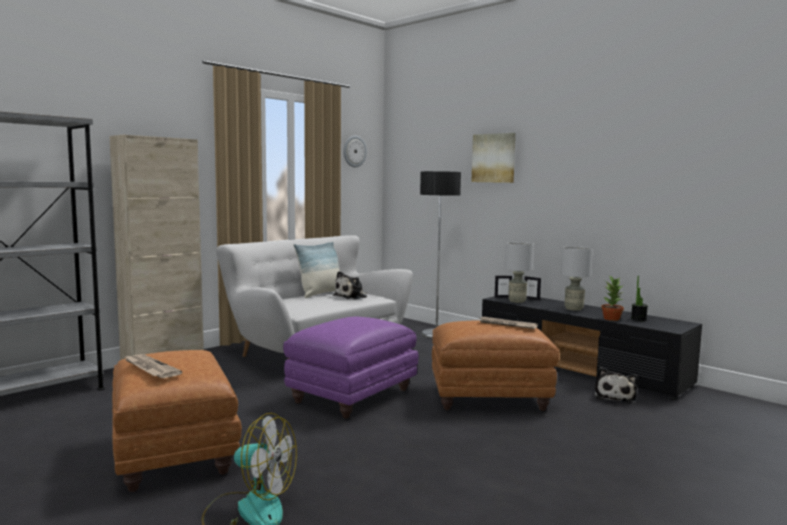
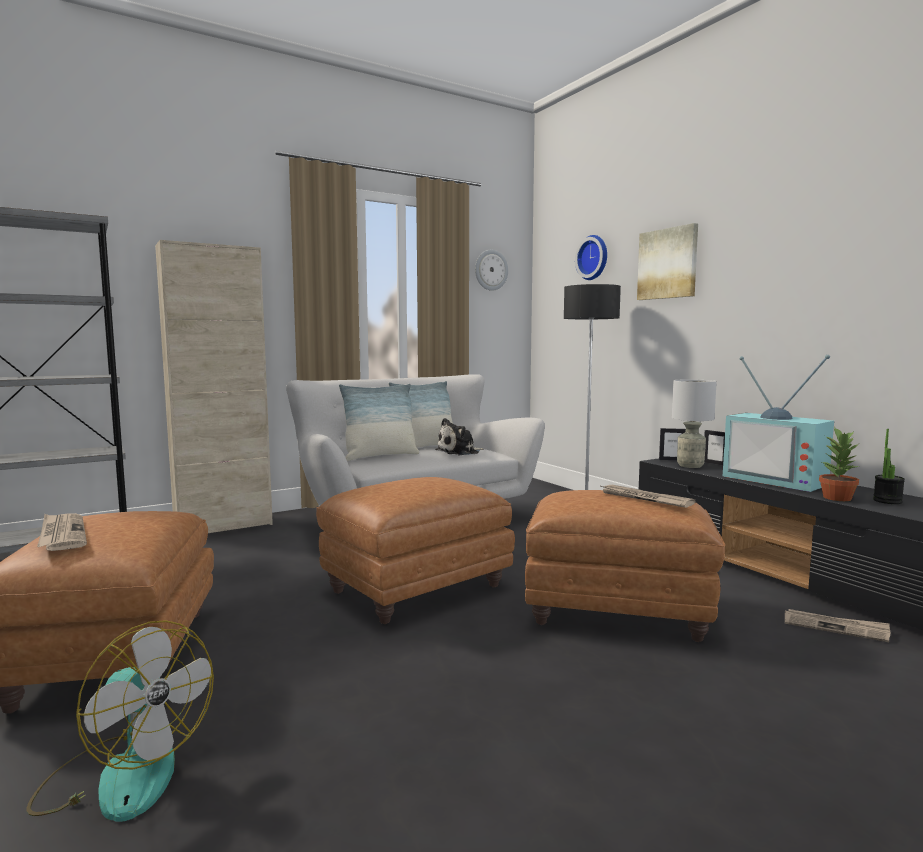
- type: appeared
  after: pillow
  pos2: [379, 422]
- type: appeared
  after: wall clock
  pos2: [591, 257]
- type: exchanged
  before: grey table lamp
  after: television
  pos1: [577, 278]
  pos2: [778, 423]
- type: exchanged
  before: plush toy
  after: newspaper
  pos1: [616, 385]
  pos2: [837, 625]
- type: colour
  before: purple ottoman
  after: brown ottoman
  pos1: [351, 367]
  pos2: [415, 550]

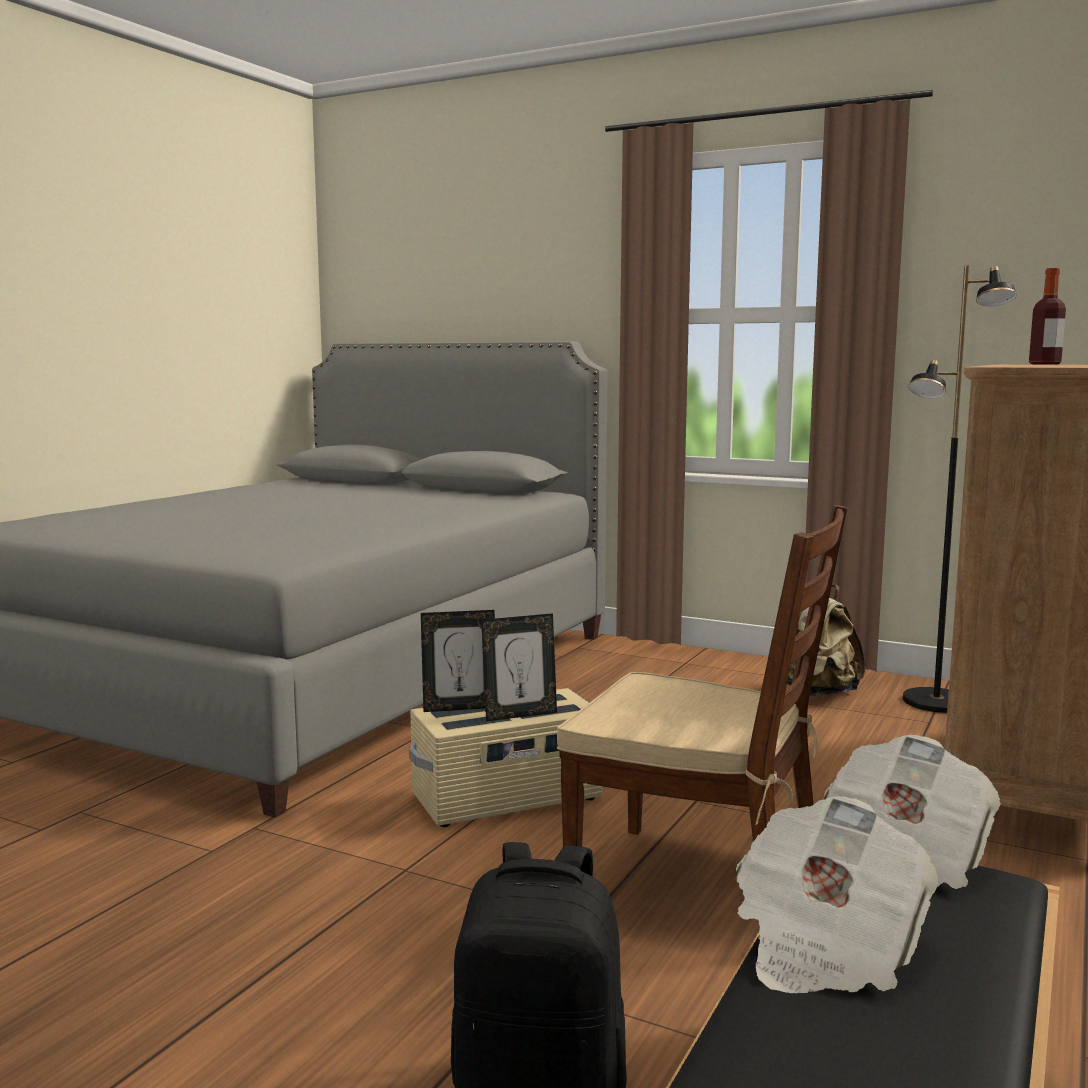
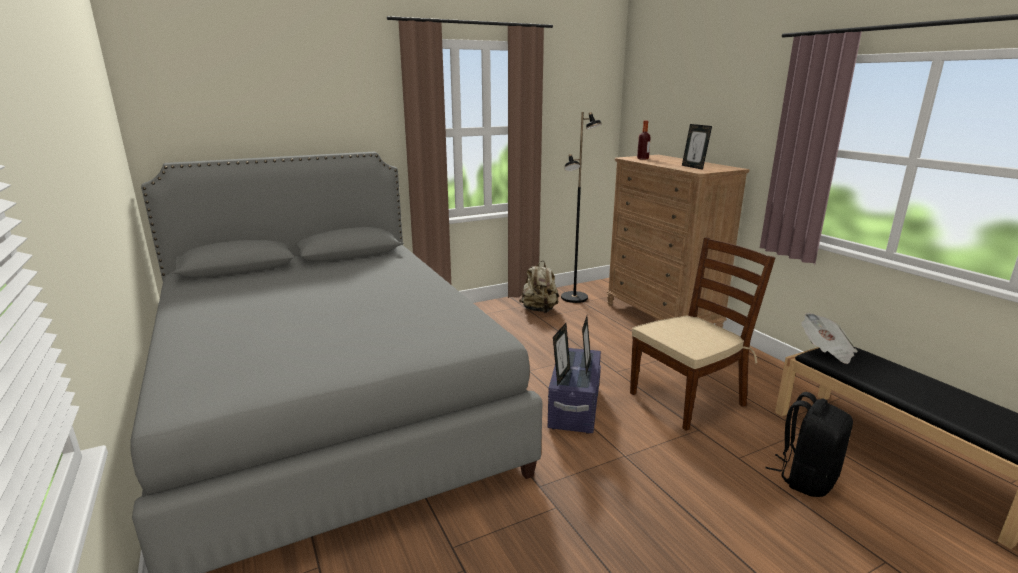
- type: missing
  before: newspaper
  pos1: [837, 894]
- type: appeared
  after: picture frame
  pos2: [697, 147]
- type: colour
  before: beige storage box
  after: purple storage box
  pos1: [506, 757]
  pos2: [574, 391]

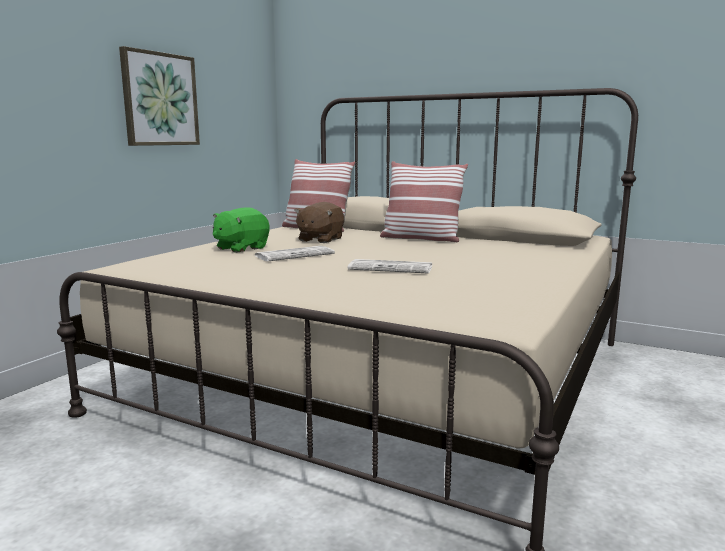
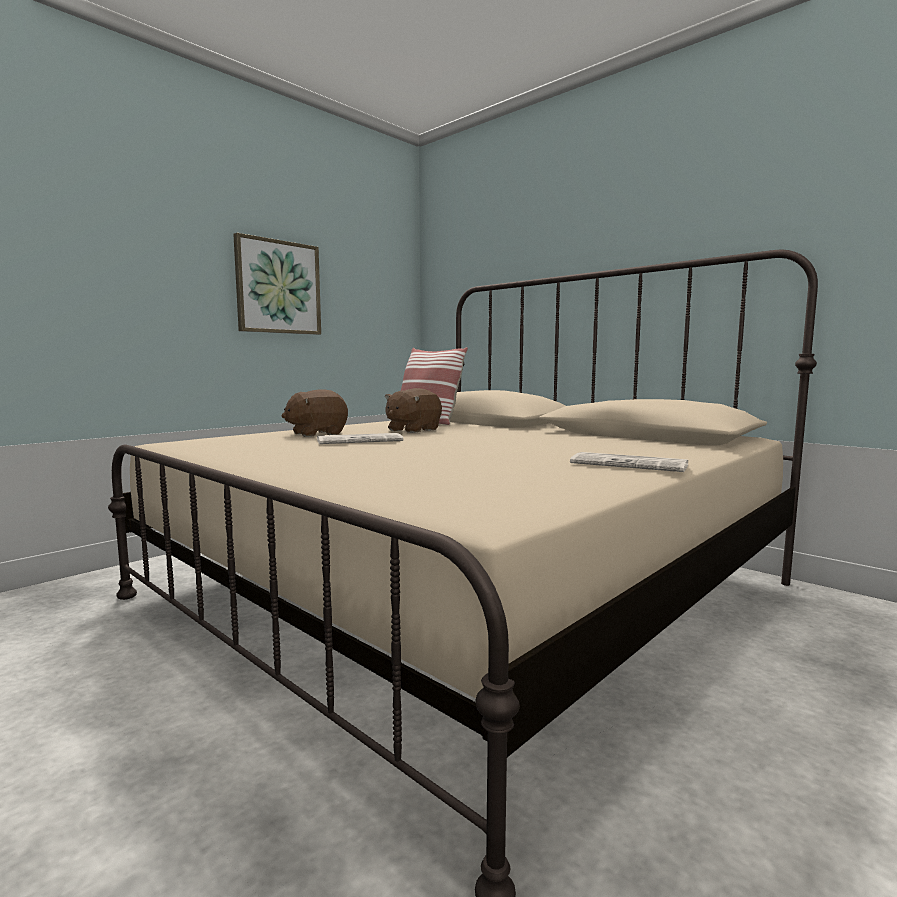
- type: missing
  before: pillow
  pos1: [424, 201]
- type: relocated
  before: newspaper
  pos1: [390, 266]
  pos2: [629, 462]
- type: colour
  before: green plush toy
  after: brown plush toy
  pos1: [241, 230]
  pos2: [315, 413]

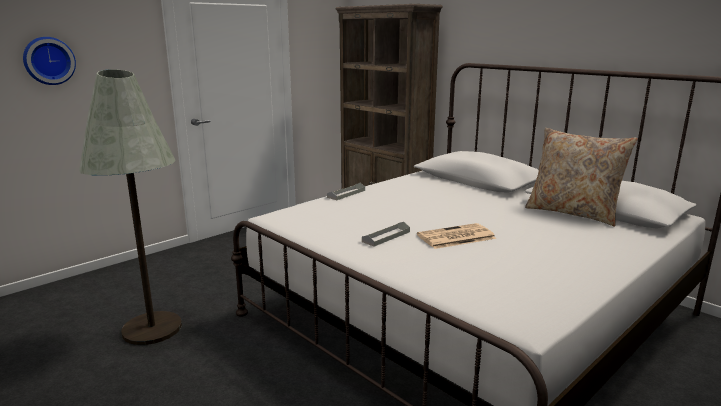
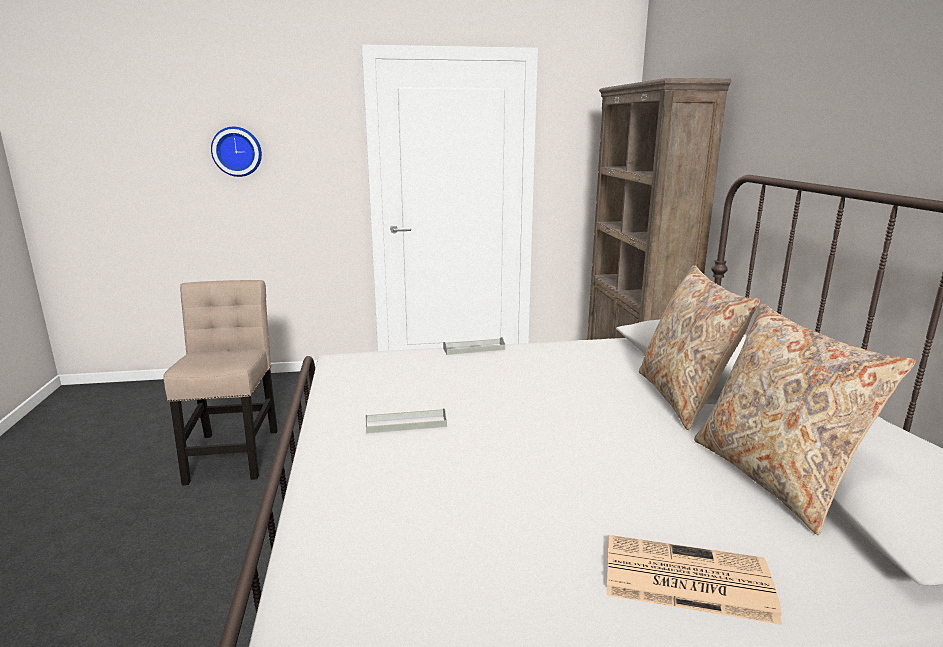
- type: appeared
  after: beige pillow
  pos2: [699, 347]
- type: relocated
  before: newspaper
  pos1: [456, 236]
  pos2: [694, 580]
- type: exchanged
  before: grey floor lamp
  after: beige chair
  pos1: [130, 207]
  pos2: [220, 382]

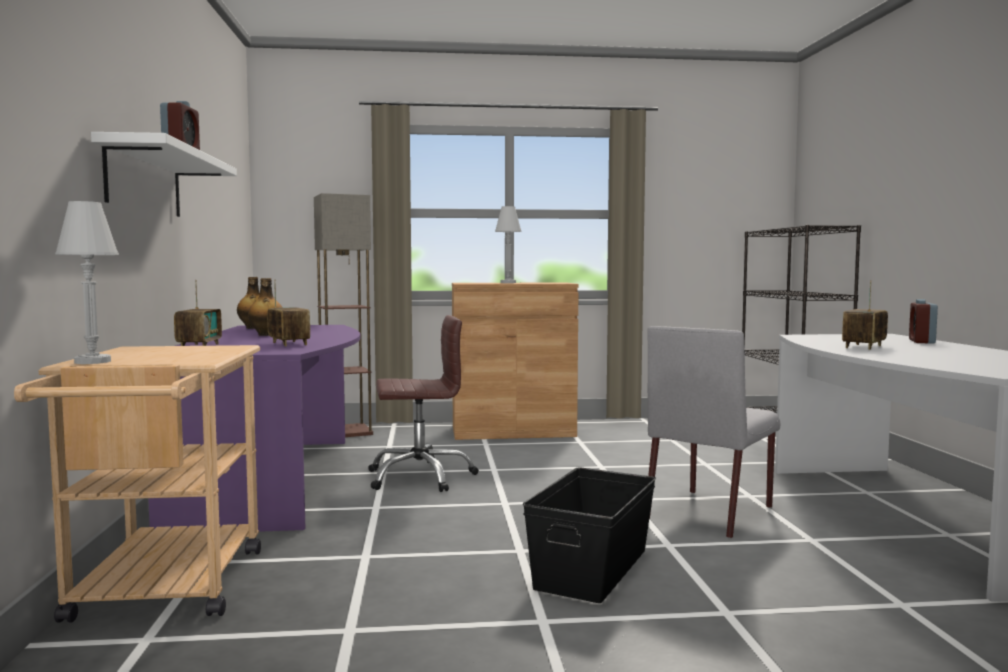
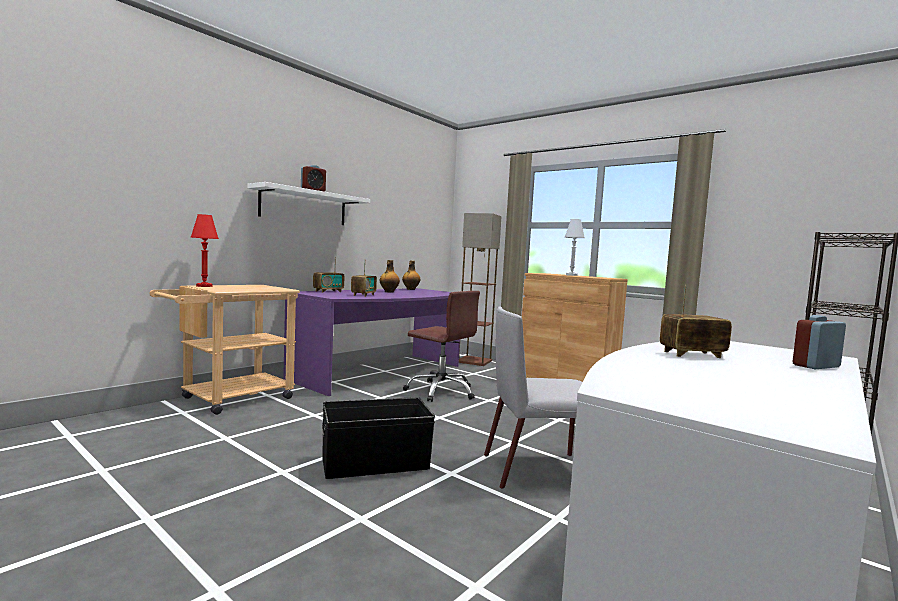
- type: colour
  before: white table lamp
  after: red table lamp
  pos1: [87, 282]
  pos2: [205, 250]

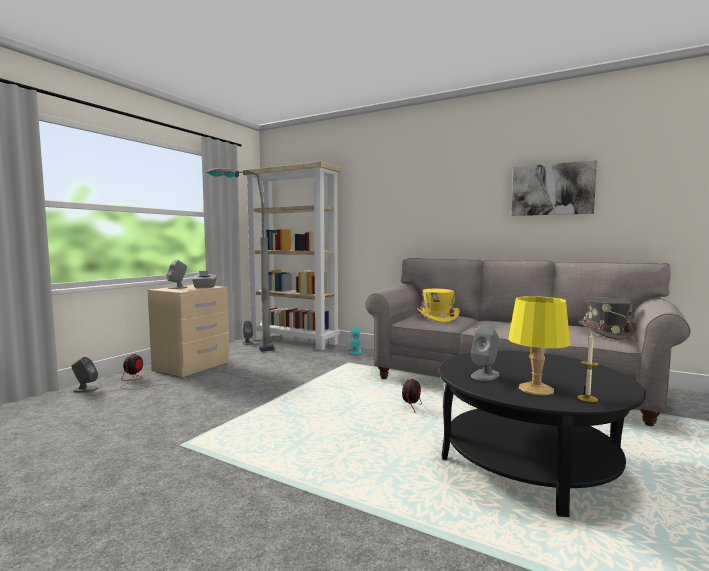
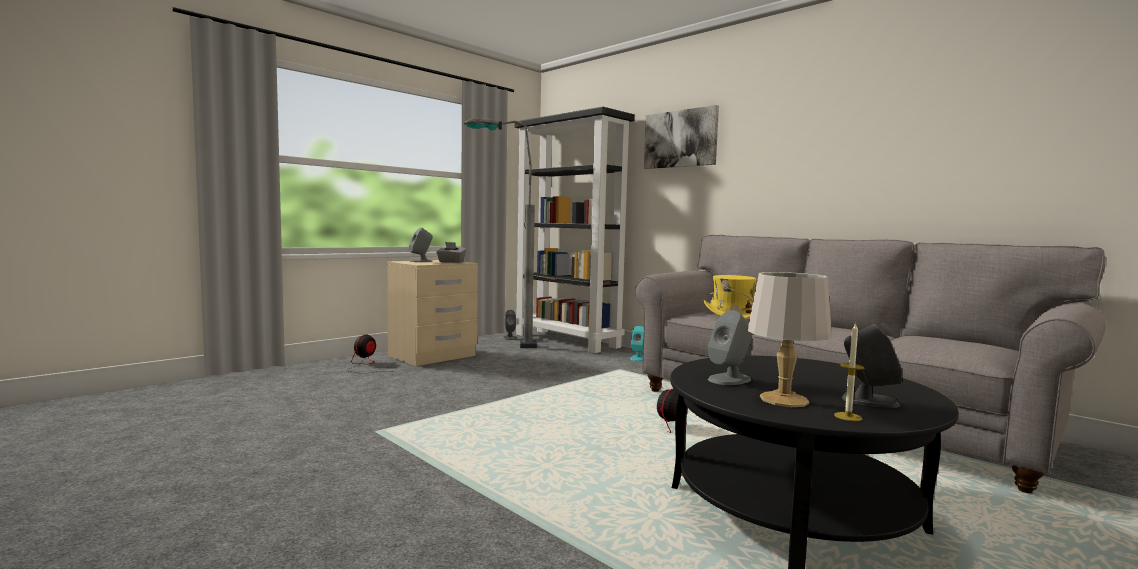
- type: missing
  before: grey hat
  pos1: [608, 319]
- type: relocated
  before: grey speaker
  pos1: [84, 374]
  pos2: [872, 366]
- type: relocated
  before: picture
  pos1: [554, 188]
  pos2: [681, 137]
- type: colour
  before: beige bookcase
  after: black bookcase
  pos1: [292, 255]
  pos2: [575, 230]
- type: colour
  before: yellow table lamp
  after: grey table lamp
  pos1: [539, 345]
  pos2: [790, 339]

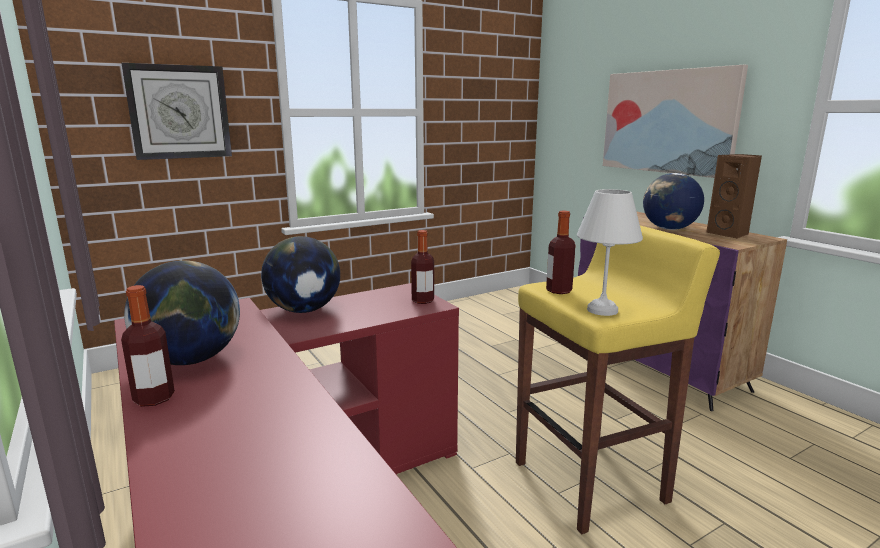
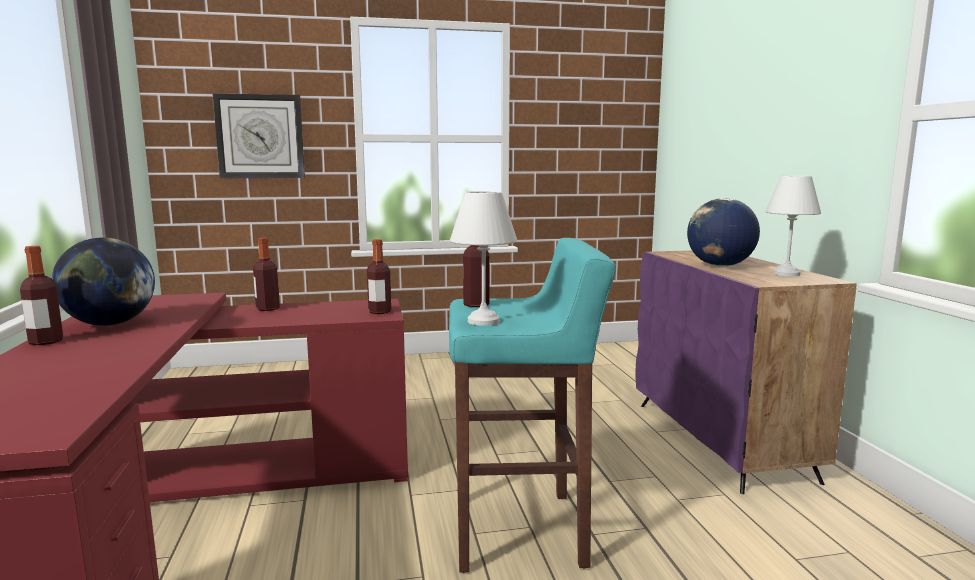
- type: missing
  before: picture
  pos1: [675, 121]
- type: exchanged
  before: globe
  after: bottle
  pos1: [300, 274]
  pos2: [266, 274]
- type: exchanged
  before: brown speaker
  after: white table lamp
  pos1: [734, 196]
  pos2: [793, 226]
- type: colour
  before: yellow stool
  after: turquoise stool
  pos1: [618, 380]
  pos2: [532, 405]

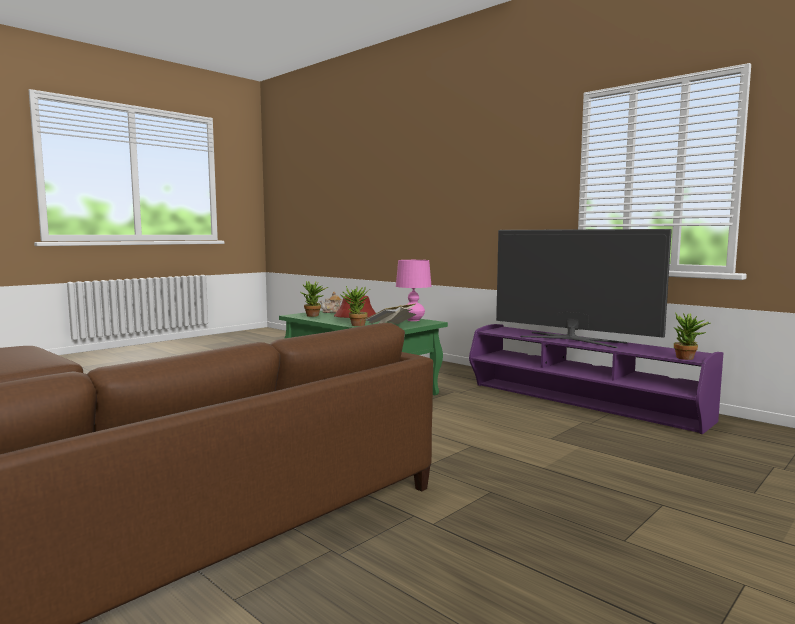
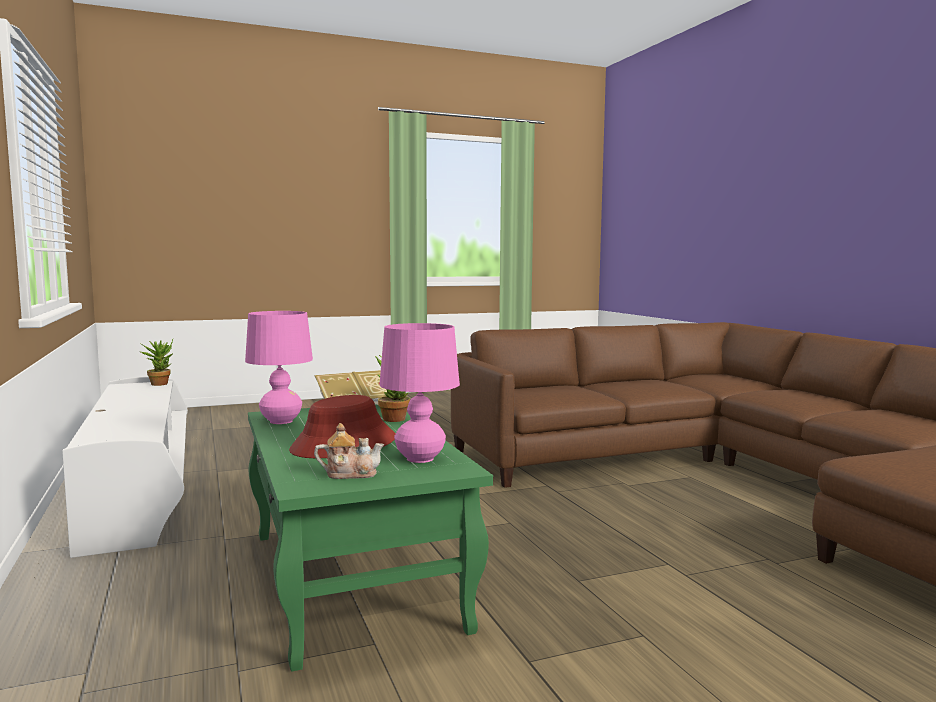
- type: missing
  before: television
  pos1: [584, 288]
- type: exchanged
  before: potted plant
  after: pink table lamp
  pos1: [314, 299]
  pos2: [419, 393]
- type: colour
  before: purple tv stand
  after: white tv stand
  pos1: [596, 379]
  pos2: [125, 467]

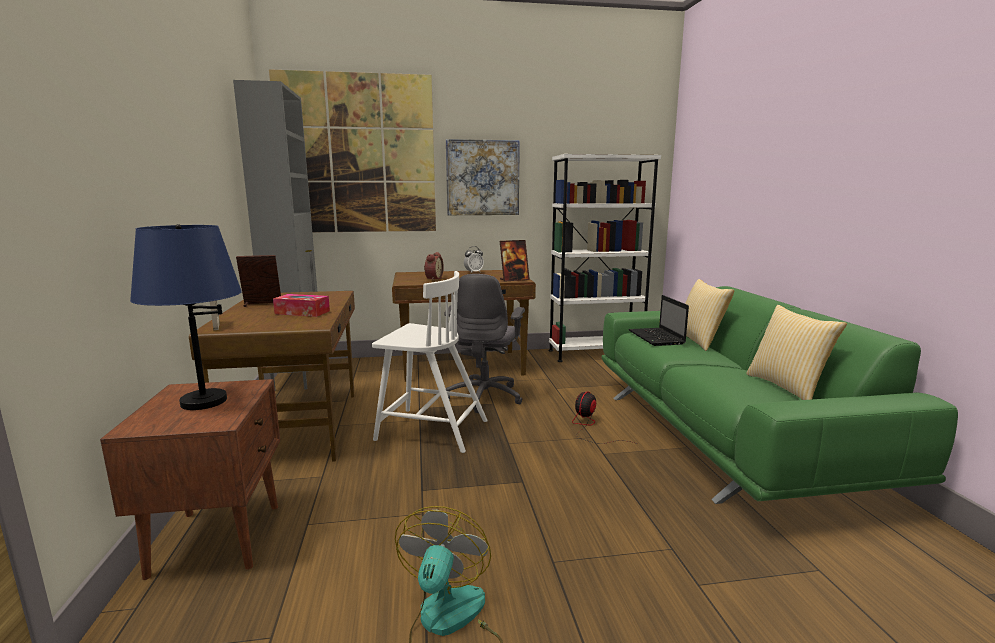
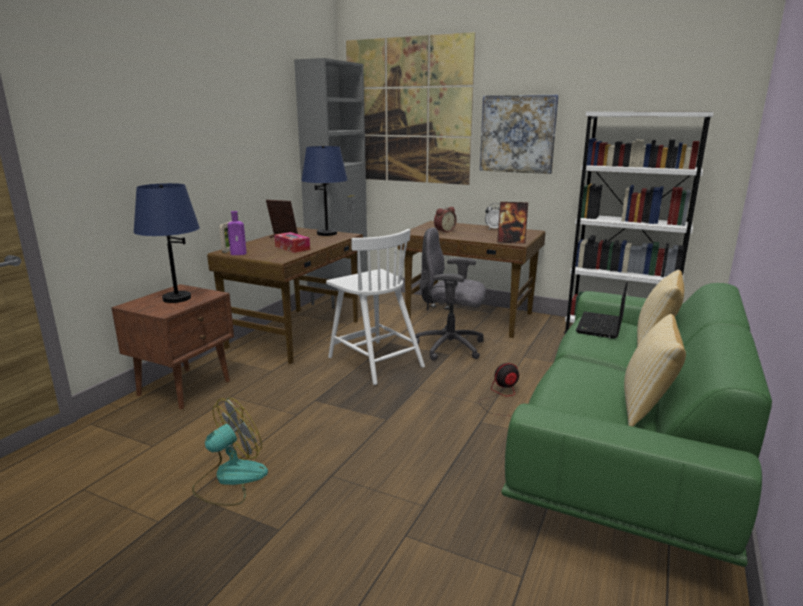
- type: appeared
  after: purple bottle
  pos2: [237, 233]
- type: appeared
  after: blue table lamp
  pos2: [324, 191]
- type: spun
  before: grey office chair
  pos1: [484, 343]
  pos2: [450, 294]
  turn: 60

